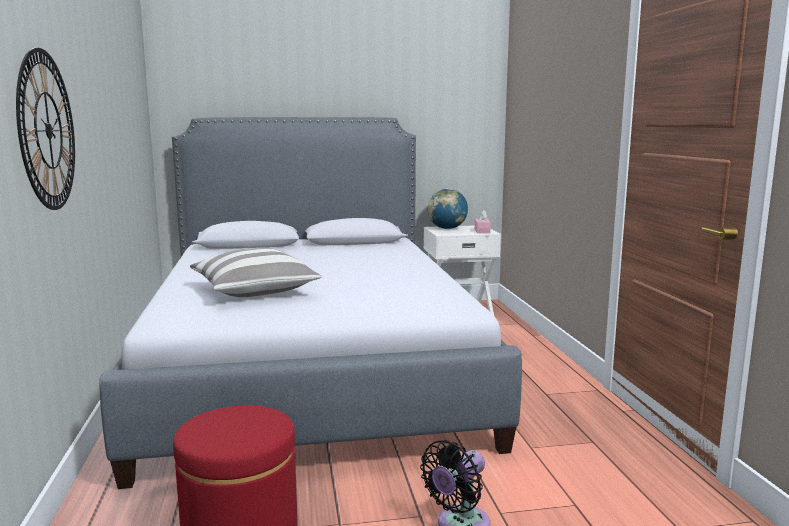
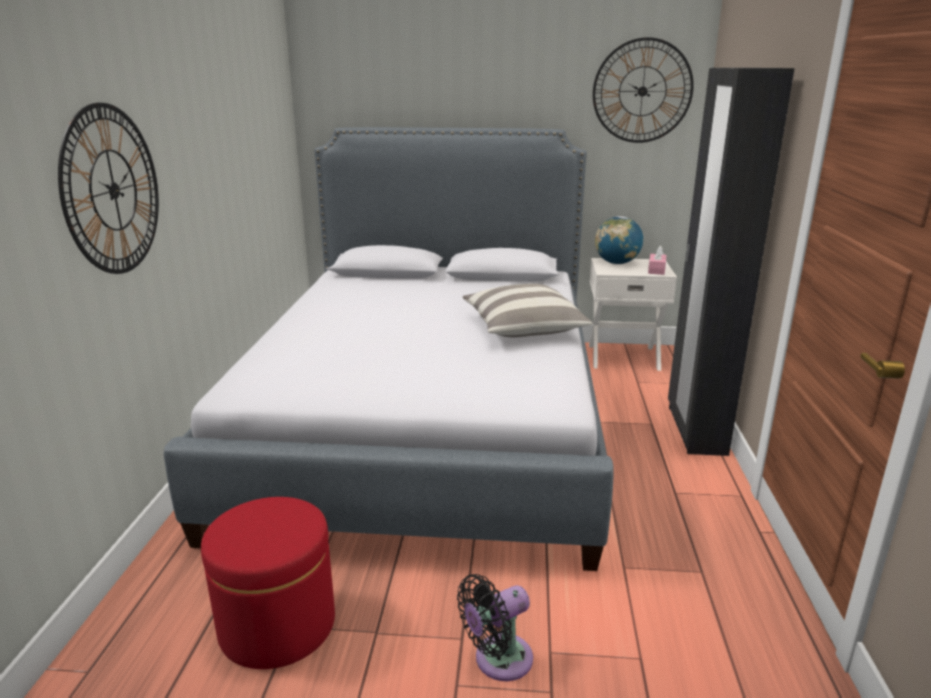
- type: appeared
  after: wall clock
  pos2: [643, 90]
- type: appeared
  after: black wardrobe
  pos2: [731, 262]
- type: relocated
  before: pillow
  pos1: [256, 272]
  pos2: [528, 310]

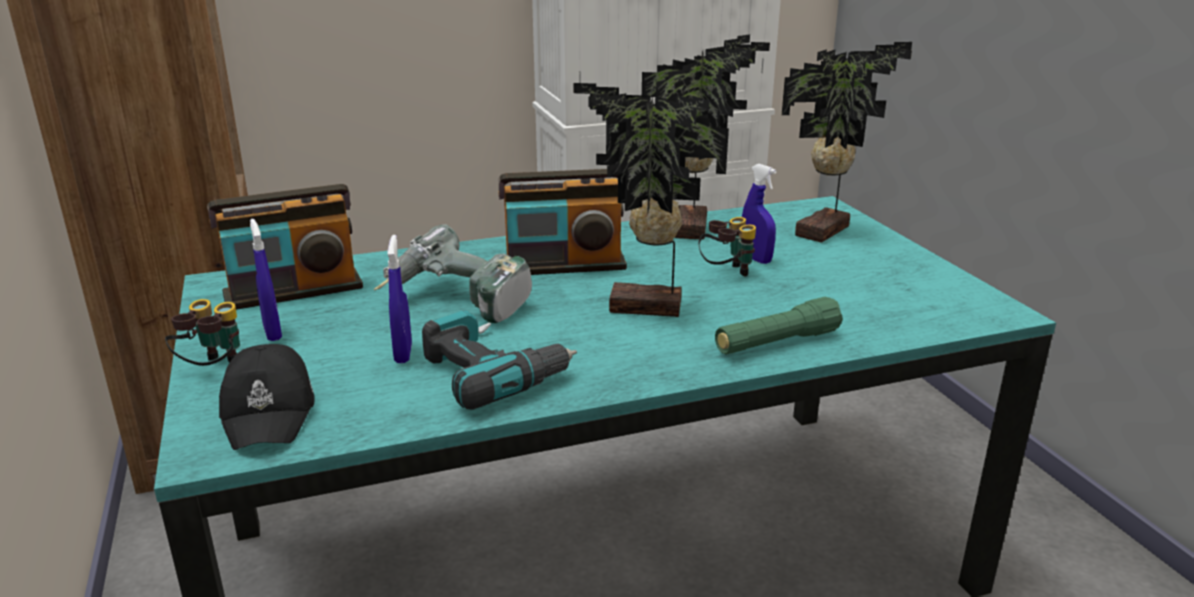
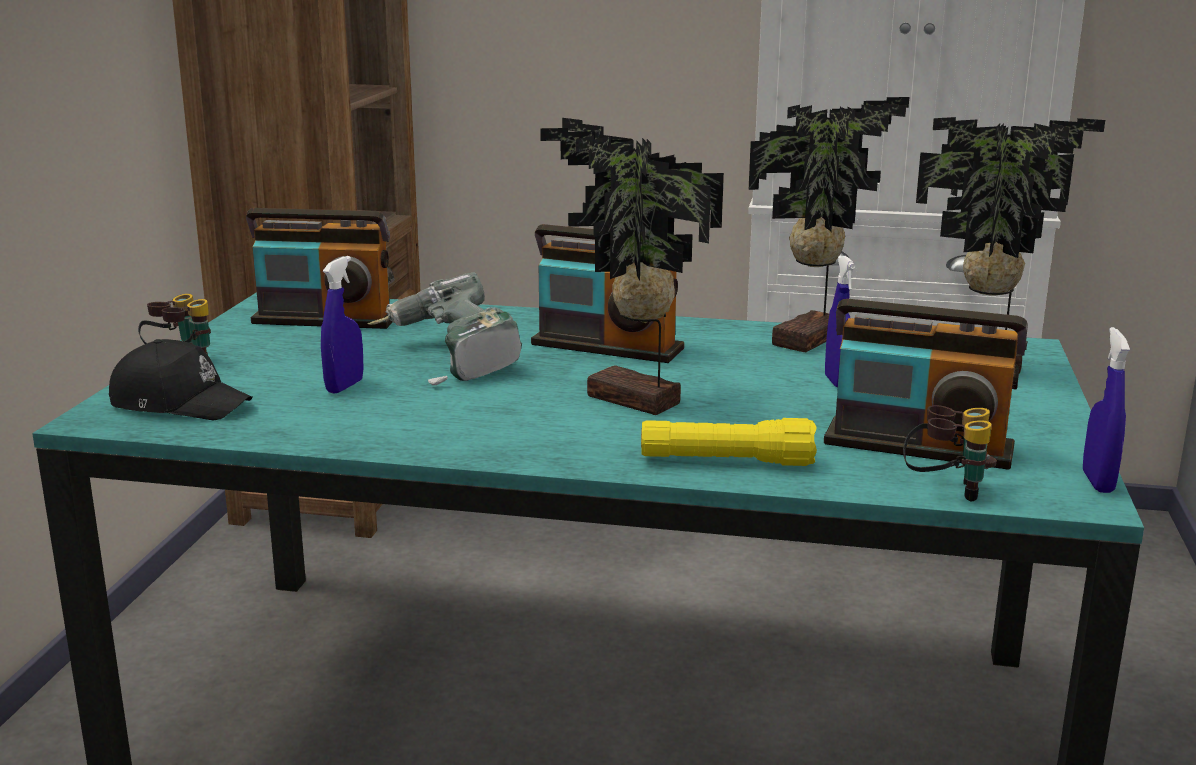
- type: missing
  before: power drill
  pos1: [499, 360]
- type: appeared
  after: radio
  pos2: [926, 384]
- type: relocated
  before: blue spray bottle
  pos1: [266, 280]
  pos2: [1106, 410]
- type: relocated
  before: binoculars
  pos1: [727, 247]
  pos2: [950, 453]
- type: colour
  before: green flashlight
  after: yellow flashlight
  pos1: [779, 326]
  pos2: [729, 442]
- type: spun
  before: black cap
  pos1: [267, 397]
  pos2: [181, 379]
  turn: -90

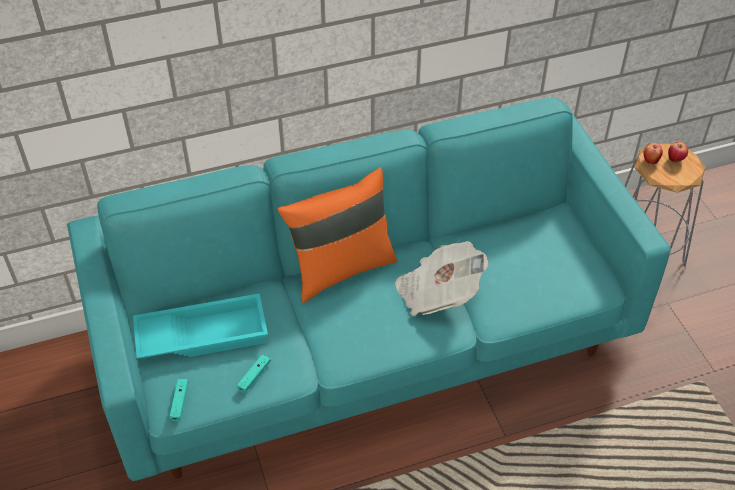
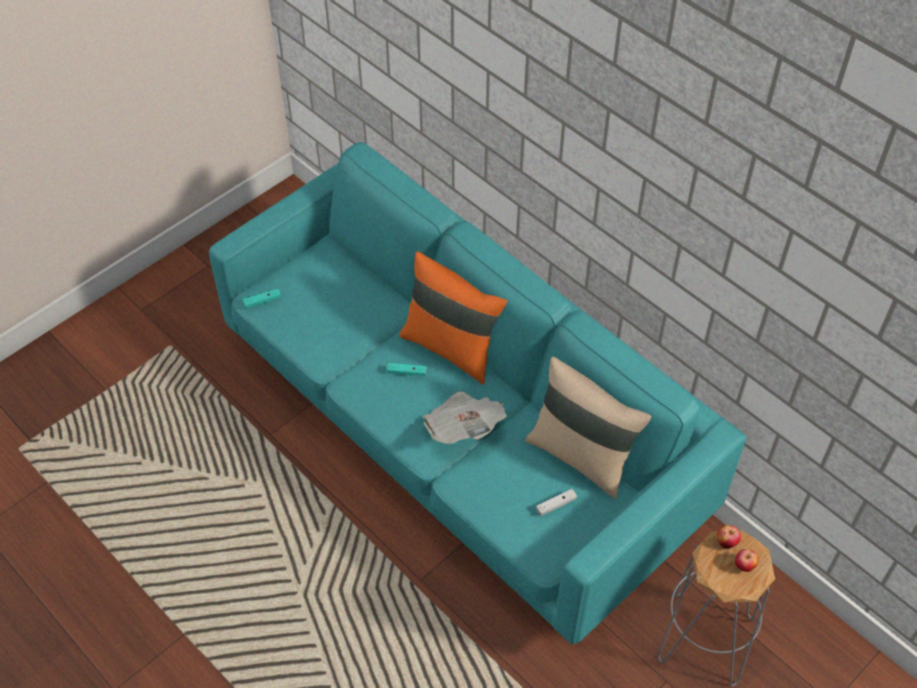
- type: missing
  before: turquoise tray
  pos1: [200, 326]
- type: appeared
  after: beige pillow
  pos2: [588, 428]
- type: appeared
  after: white game controller
  pos2: [556, 502]
- type: relocated
  before: turquoise game controller
  pos1: [254, 373]
  pos2: [407, 369]

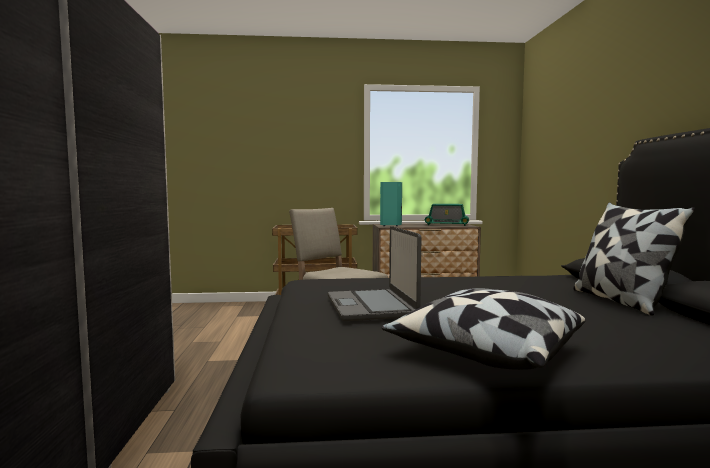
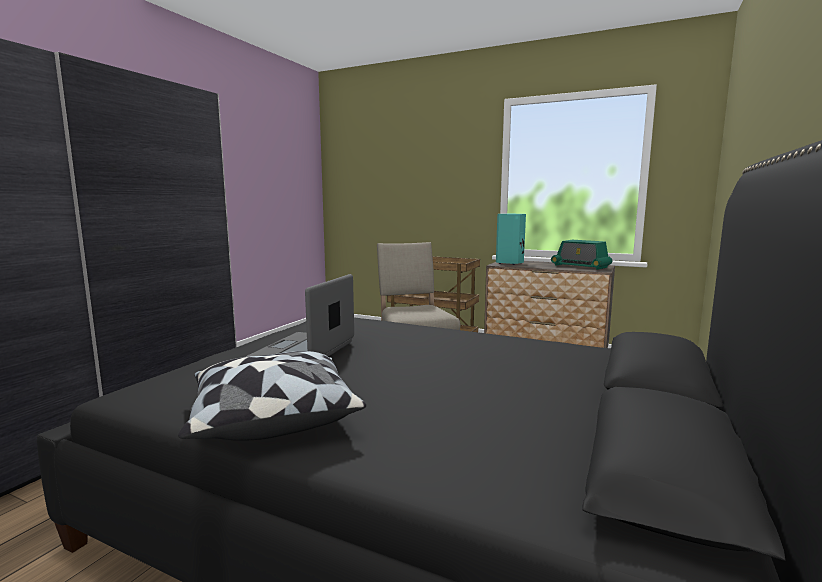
- type: missing
  before: pillow
  pos1: [634, 259]

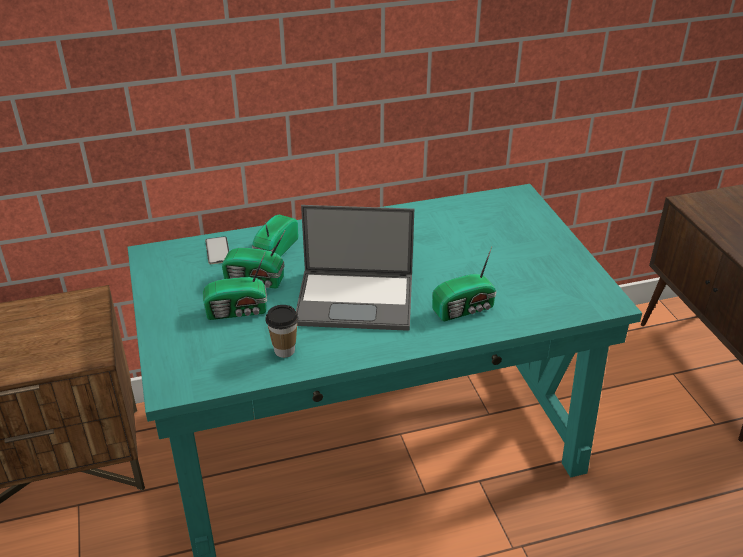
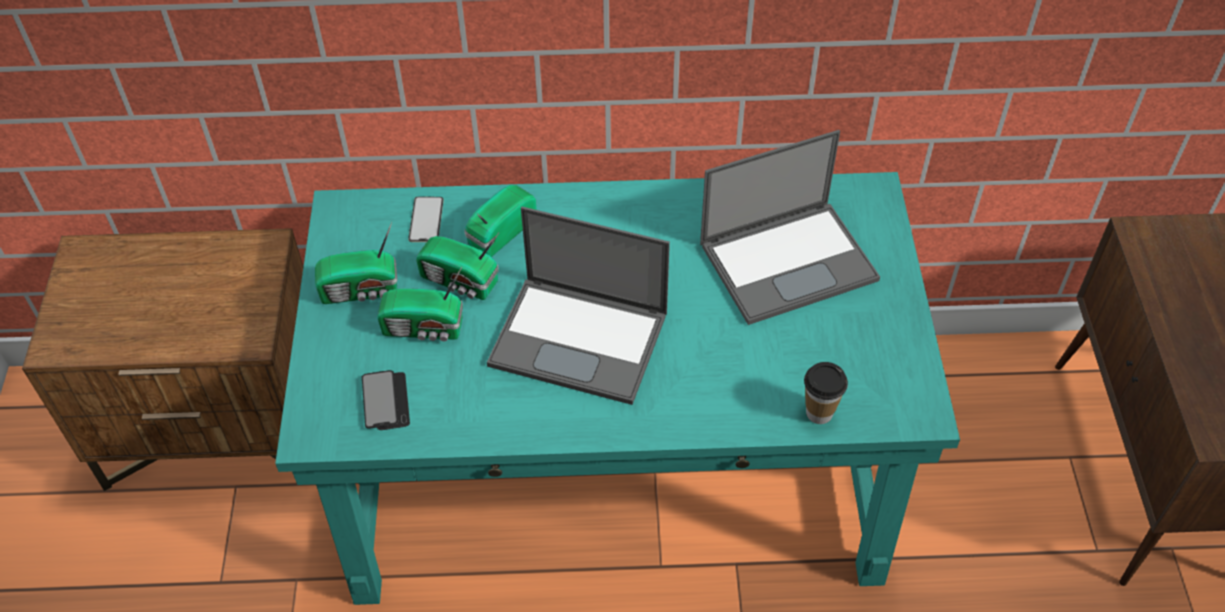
- type: appeared
  after: phone
  pos2: [386, 400]
- type: appeared
  after: laptop
  pos2: [790, 227]
- type: relocated
  before: cup
  pos1: [282, 331]
  pos2: [826, 393]
- type: relocated
  before: radio
  pos1: [464, 284]
  pos2: [356, 263]

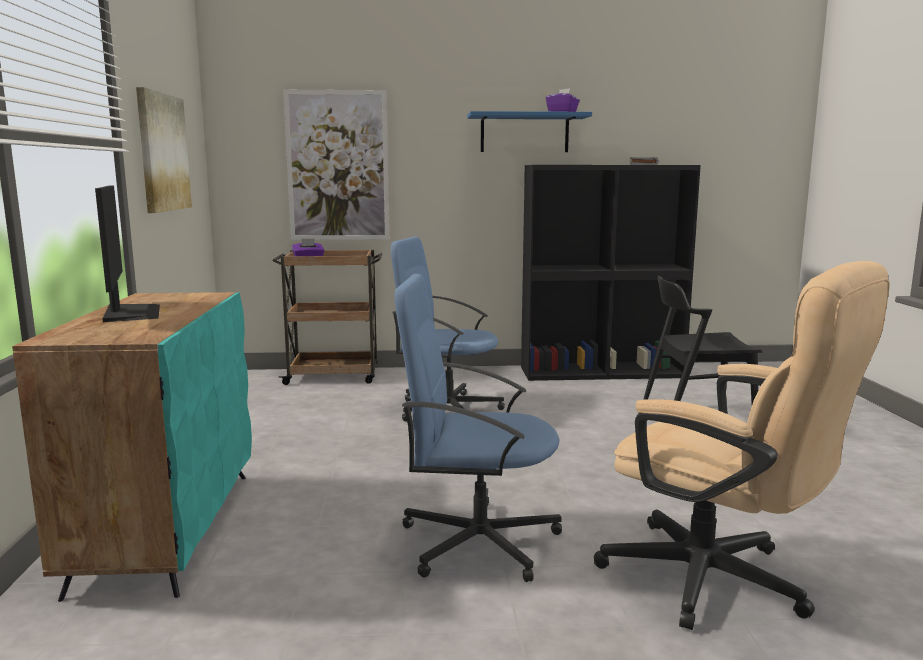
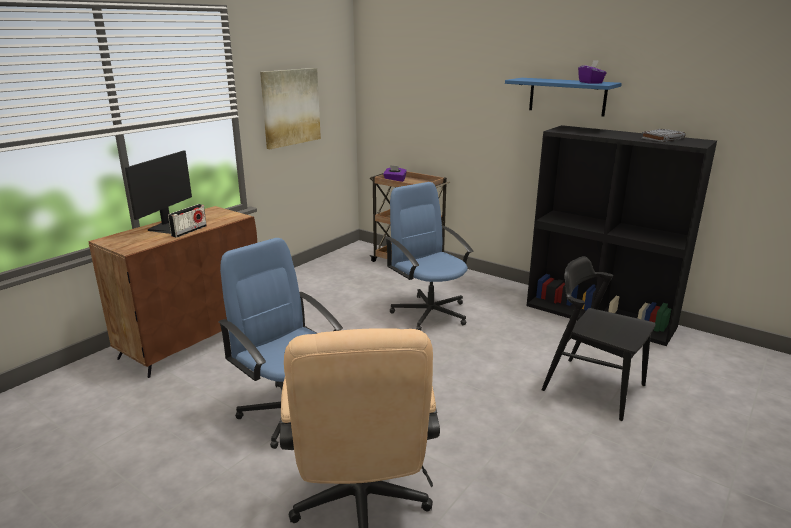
- type: missing
  before: picture
  pos1: [336, 165]
- type: appeared
  after: radio
  pos2: [187, 220]
- type: colour
  before: turquoise cabinet
  after: brown cabinet
  pos1: [132, 447]
  pos2: [172, 292]

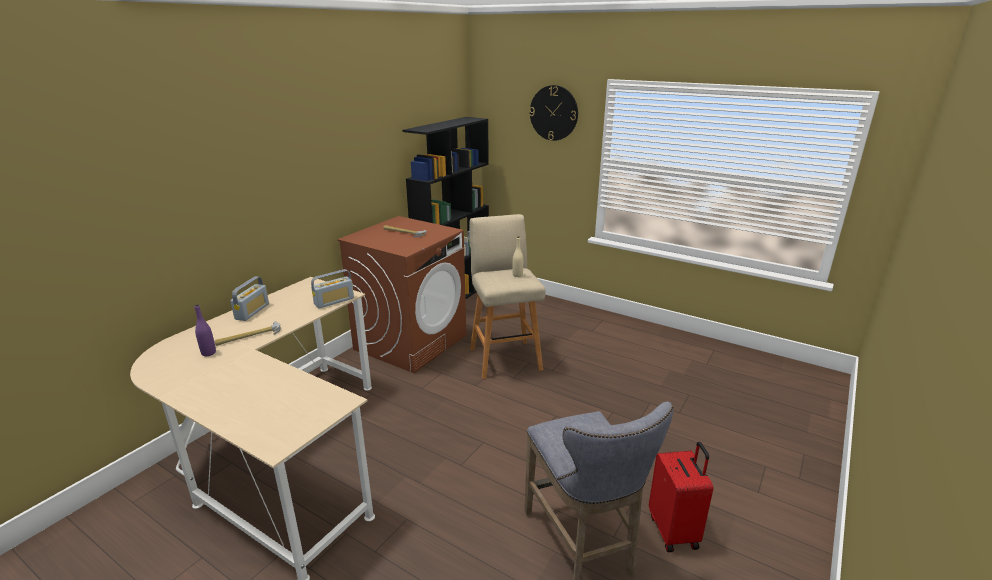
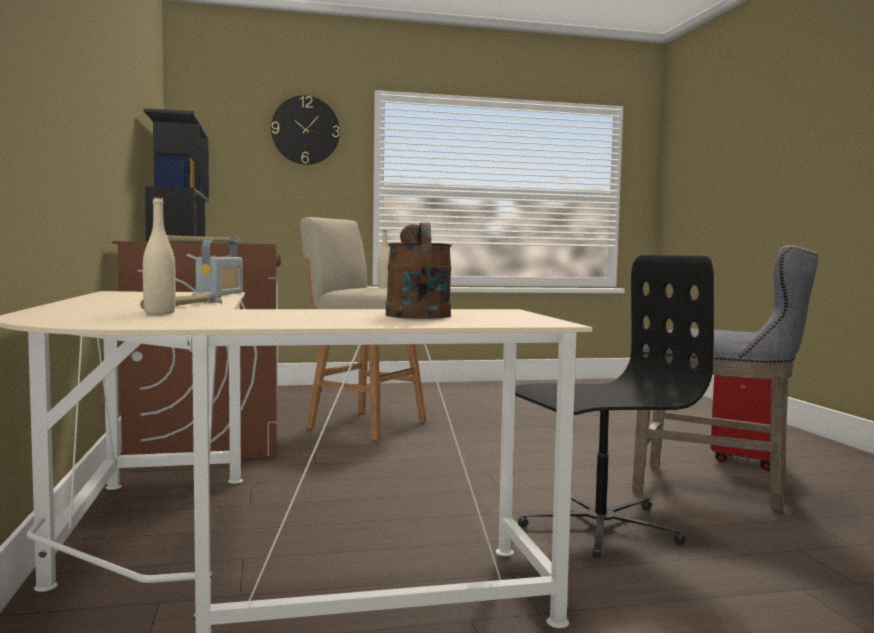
- type: missing
  before: radio
  pos1: [250, 299]
- type: appeared
  after: brown watering can
  pos2: [419, 270]
- type: appeared
  after: black office chair
  pos2: [614, 406]
- type: colour
  before: purple bottle
  after: beige bottle
  pos1: [205, 330]
  pos2: [159, 255]

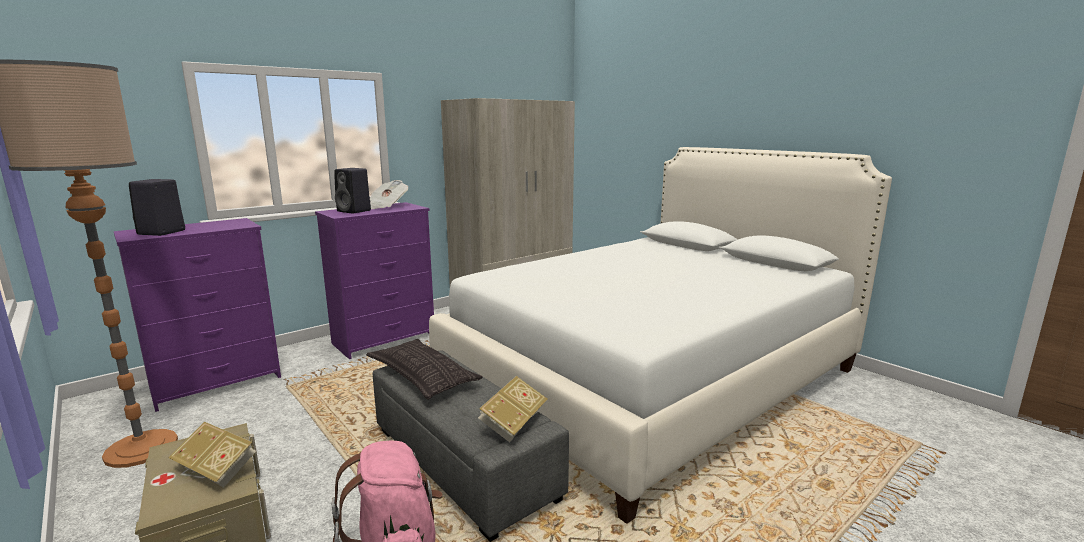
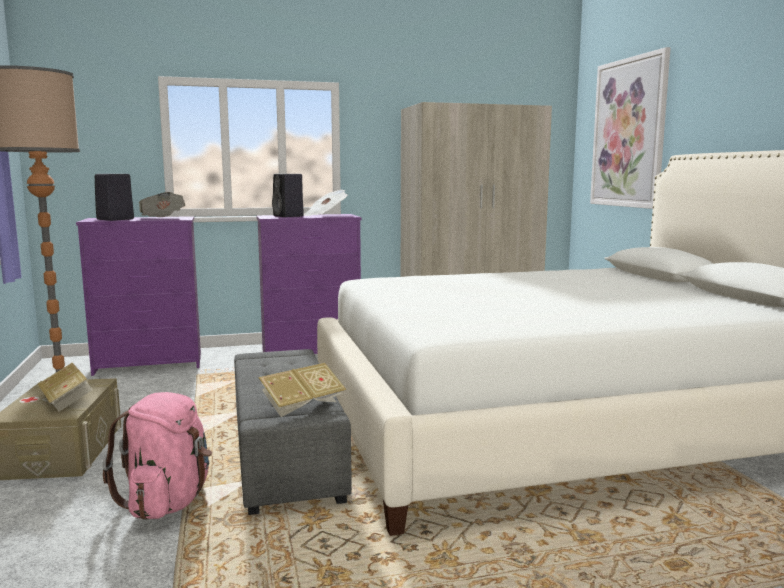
- type: missing
  before: pillow
  pos1: [424, 369]
- type: appeared
  after: newspaper
  pos2: [162, 204]
- type: appeared
  after: picture
  pos2: [630, 128]

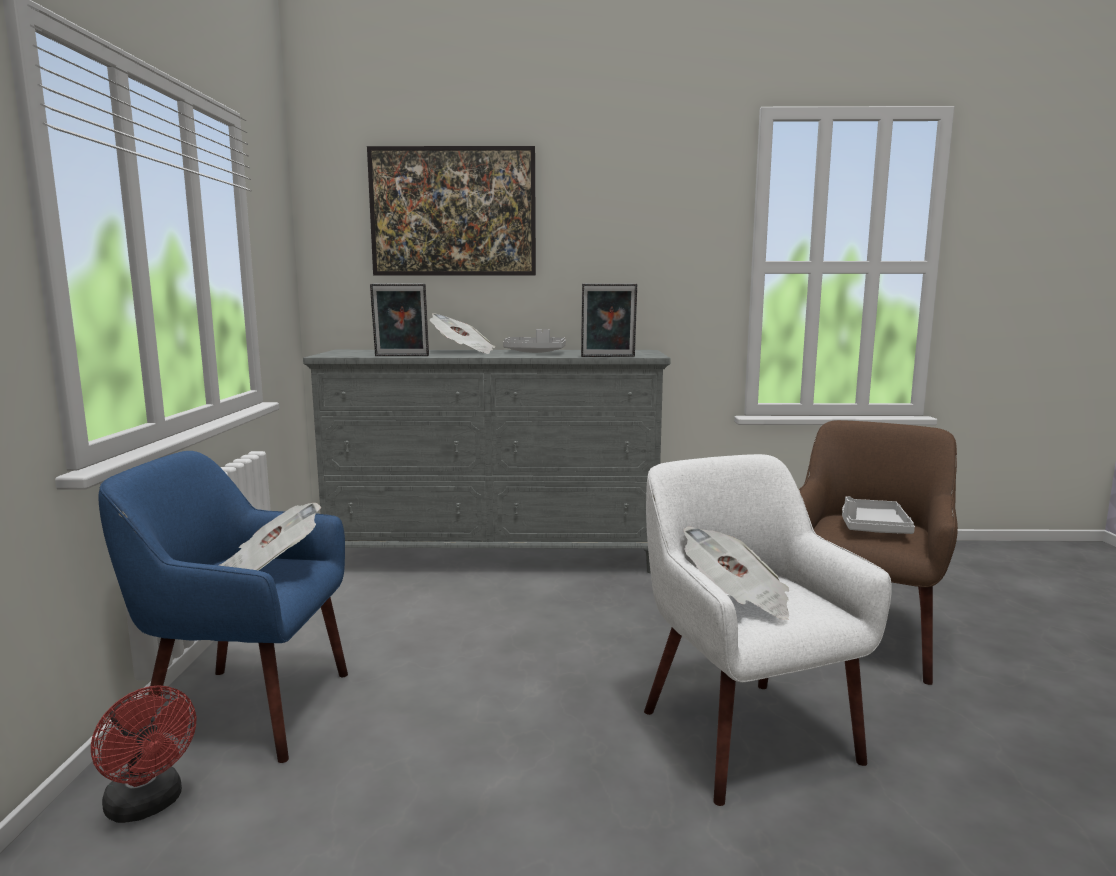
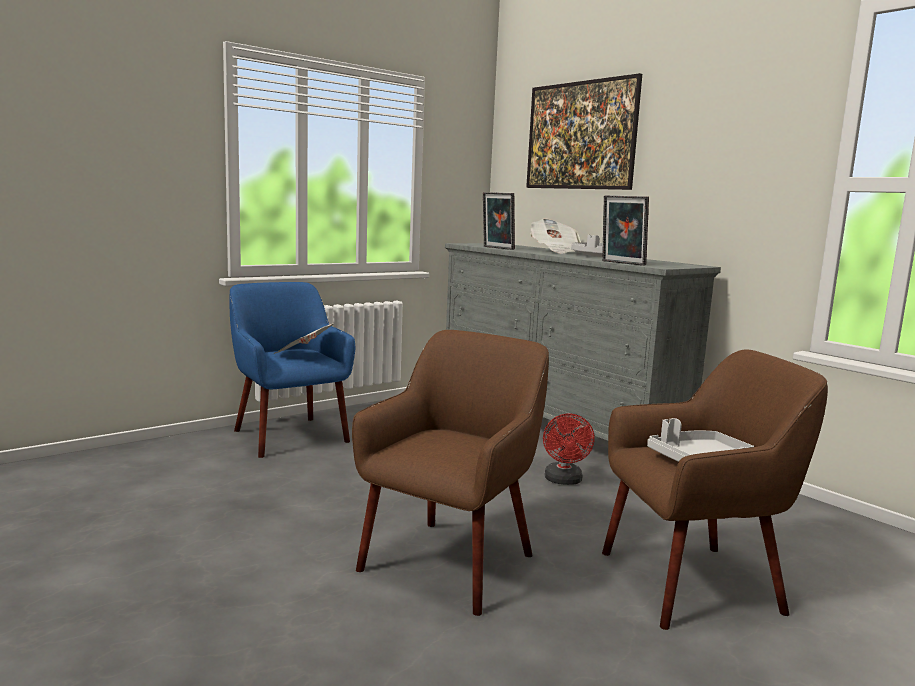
- type: missing
  before: newspaper
  pos1: [736, 573]
- type: relocated
  before: red fan
  pos1: [143, 754]
  pos2: [569, 449]
- type: colour
  before: white armchair
  after: brown armchair
  pos1: [768, 630]
  pos2: [450, 473]

